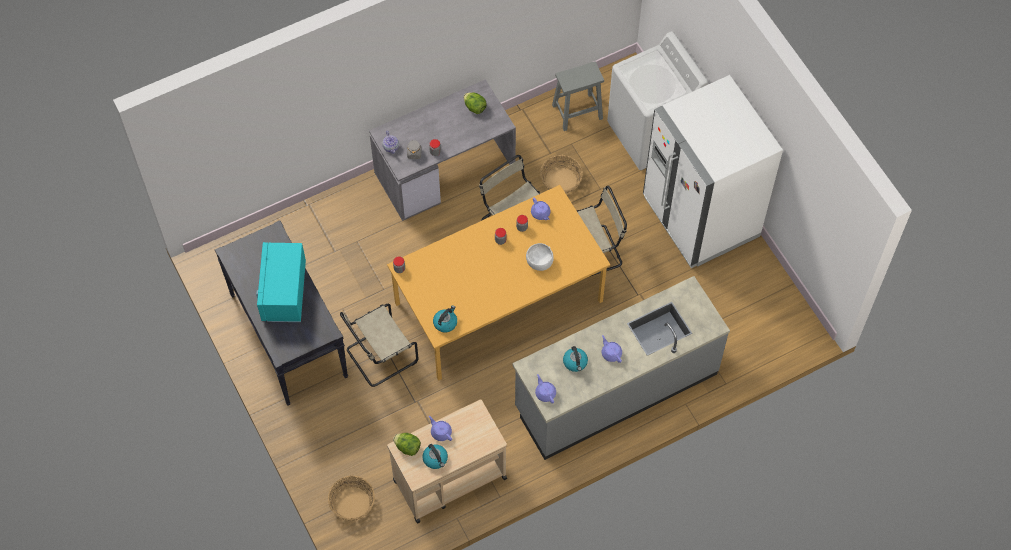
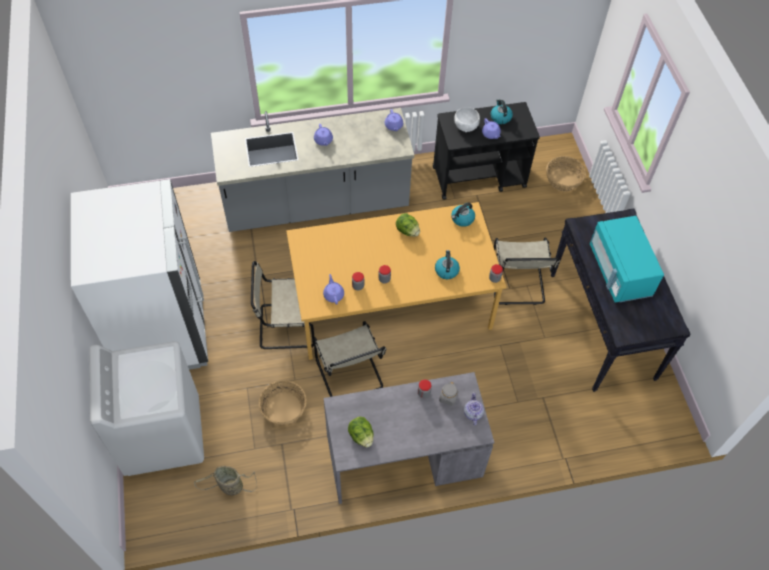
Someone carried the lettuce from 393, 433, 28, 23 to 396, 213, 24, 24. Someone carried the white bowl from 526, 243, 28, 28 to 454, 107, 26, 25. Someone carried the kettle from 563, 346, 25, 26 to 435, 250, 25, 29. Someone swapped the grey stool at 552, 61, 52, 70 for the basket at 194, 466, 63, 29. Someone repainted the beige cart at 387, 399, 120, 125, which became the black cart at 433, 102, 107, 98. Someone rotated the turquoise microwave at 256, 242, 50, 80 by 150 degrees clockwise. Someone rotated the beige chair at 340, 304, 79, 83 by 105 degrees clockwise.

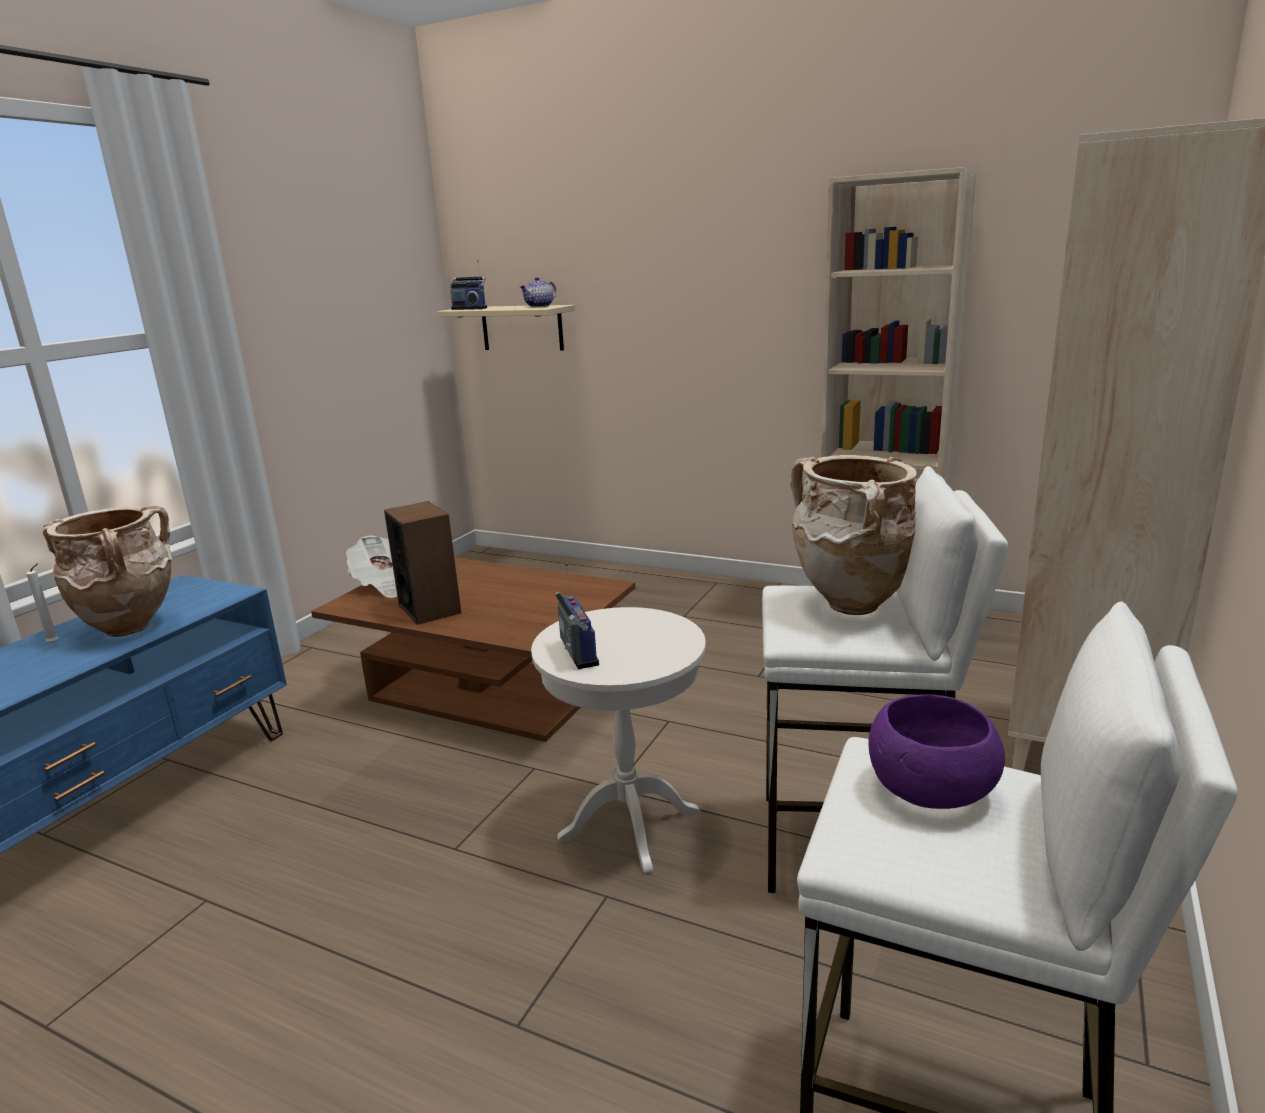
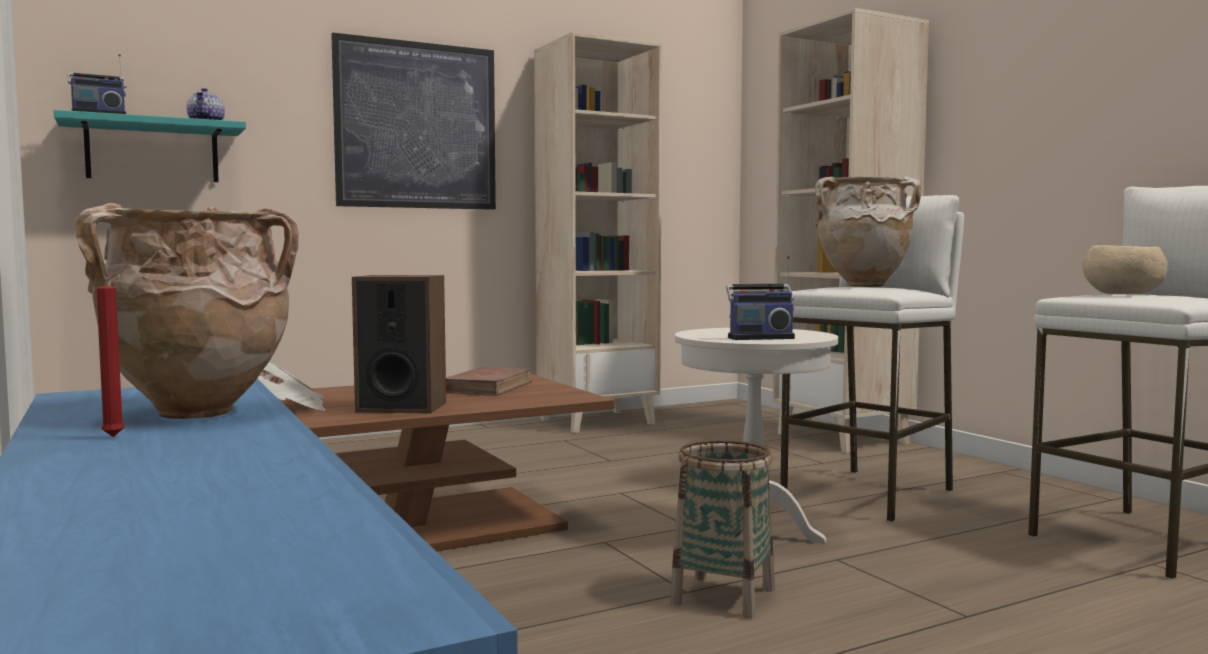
Someone put up the picture at 331, 32, 165, 178. Someone put down the brown book at 446, 367, 86, 29. Someone put down the basket at 670, 440, 105, 178. Someone repainted the white candle at 26, 563, 32, 81, which became the red candle at 96, 270, 29, 167. Someone repainted the beige shelf at 437, 305, 138, 45, which became the turquoise shelf at 54, 110, 192, 72. Someone repainted the purple bowl at 868, 694, 137, 115, which became the beige bowl at 1082, 245, 86, 49. Someone rotated the radio at 555, 563, 44, 106 by 150 degrees clockwise.

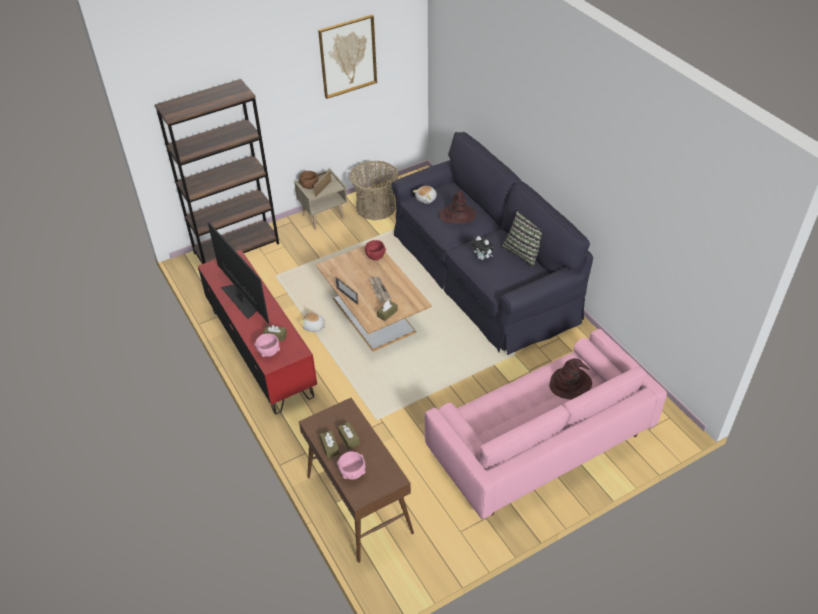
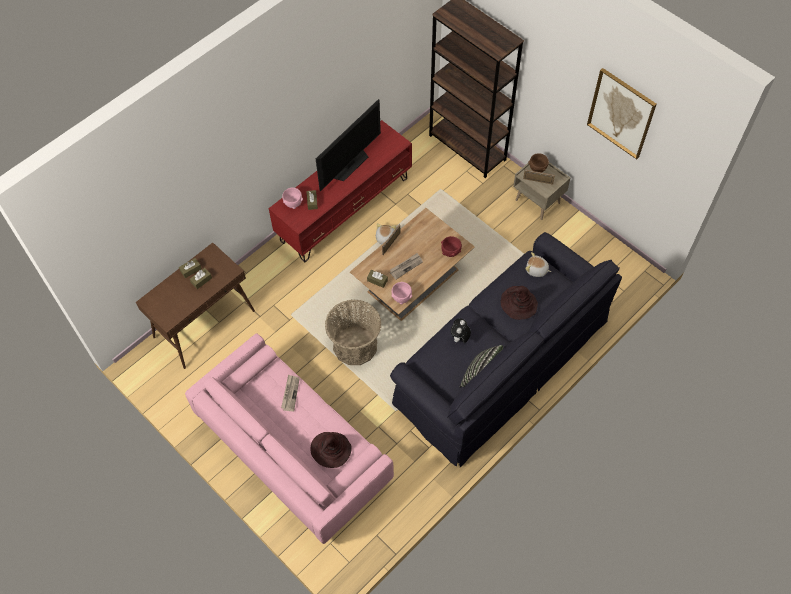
Someone put down the newspaper at 281, 375, 19, 36. Someone carried the pink bowl from 337, 451, 29, 29 to 391, 282, 21, 22. Someone carried the basket from 349, 161, 50, 59 to 325, 299, 57, 66.

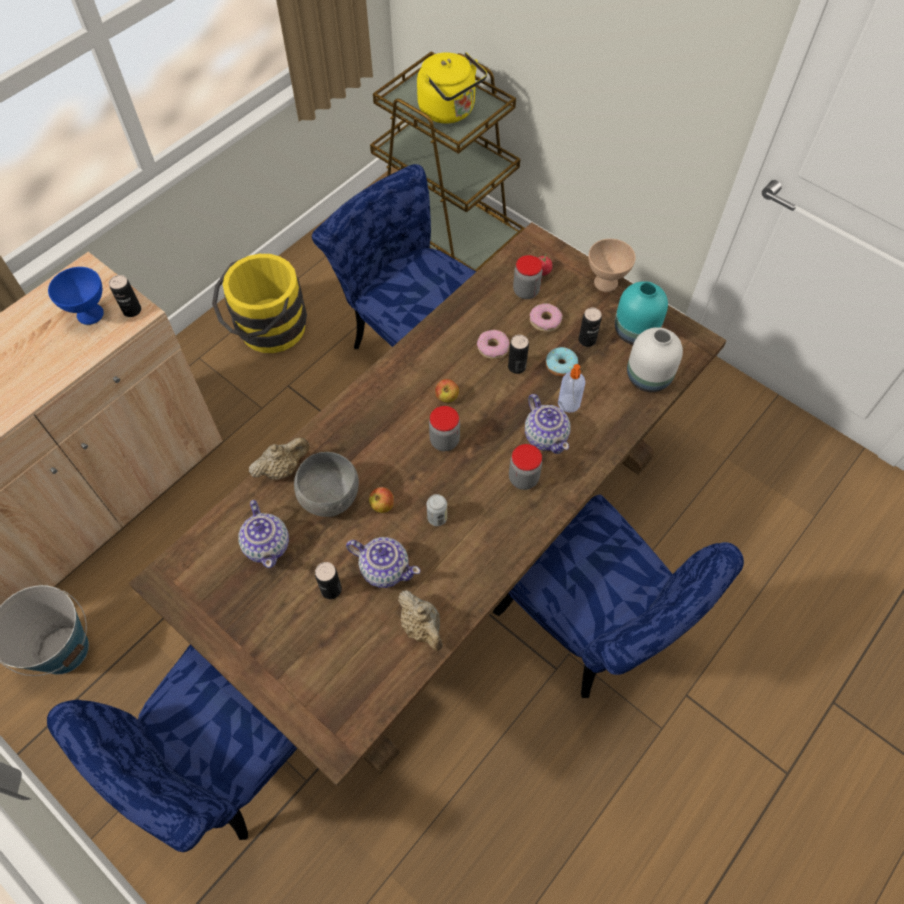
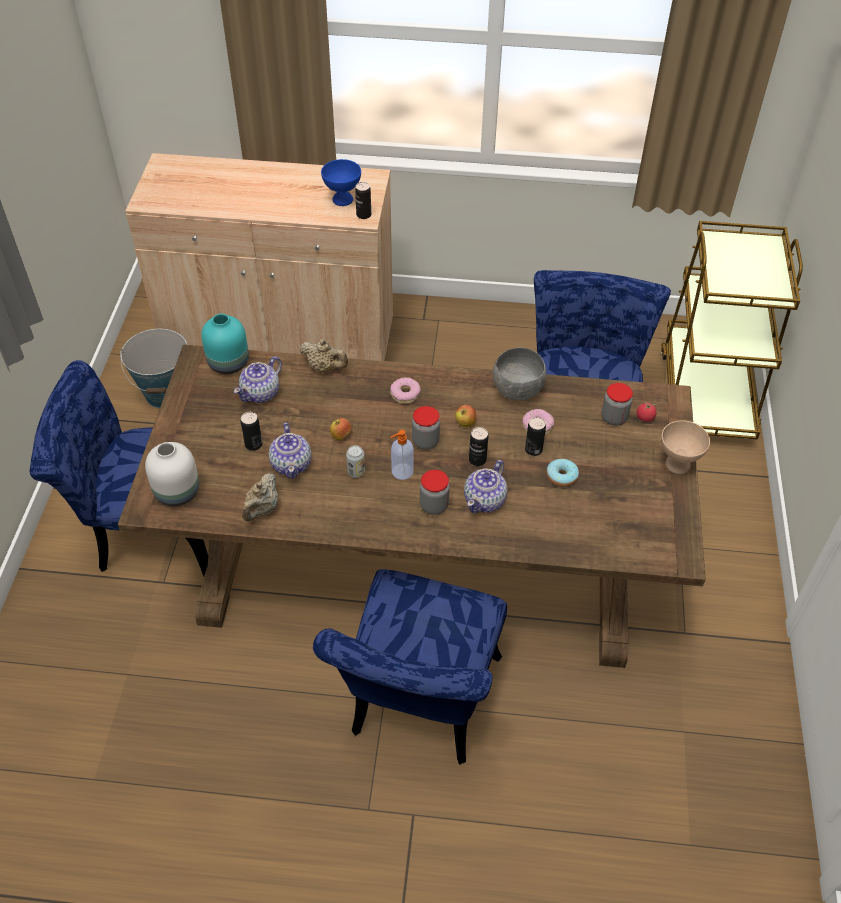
Someone took away the yellow bucket at 212, 254, 95, 99. Someone took away the yellow kettle at 417, 52, 70, 71. Someone carried the grey bowl from 294, 452, 65, 65 to 493, 348, 53, 52. Someone carried the donut from 530, 303, 33, 29 to 390, 377, 31, 27. Someone carried the soap dispenser from 558, 364, 27, 49 to 390, 430, 23, 50. Someone carried the can from 579, 308, 23, 39 to 469, 427, 19, 39. Someone carried the turquoise vase from 615, 281, 53, 64 to 201, 314, 48, 60. Someone carried the white vase from 627, 327, 56, 65 to 145, 442, 54, 64.

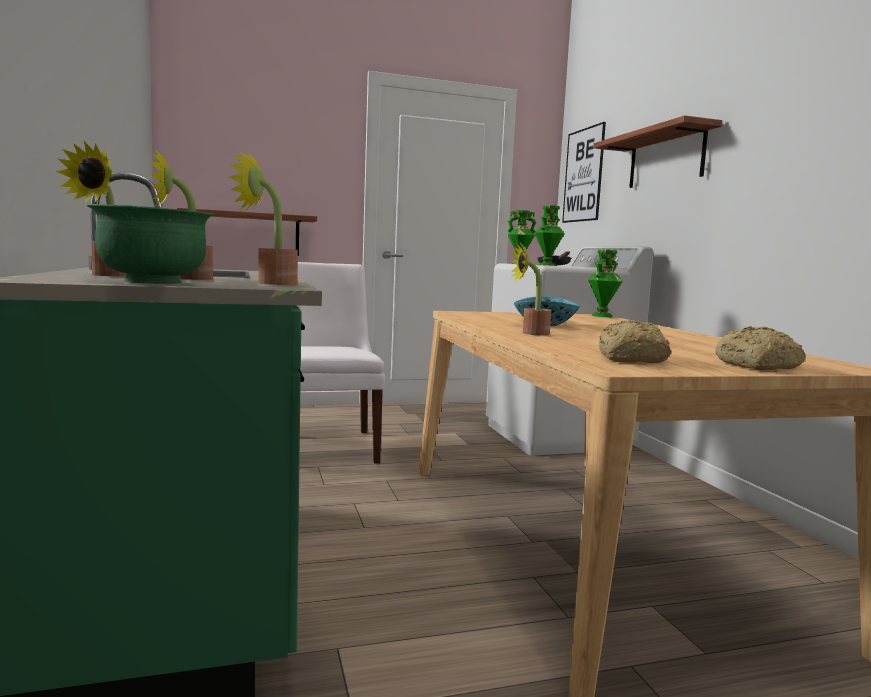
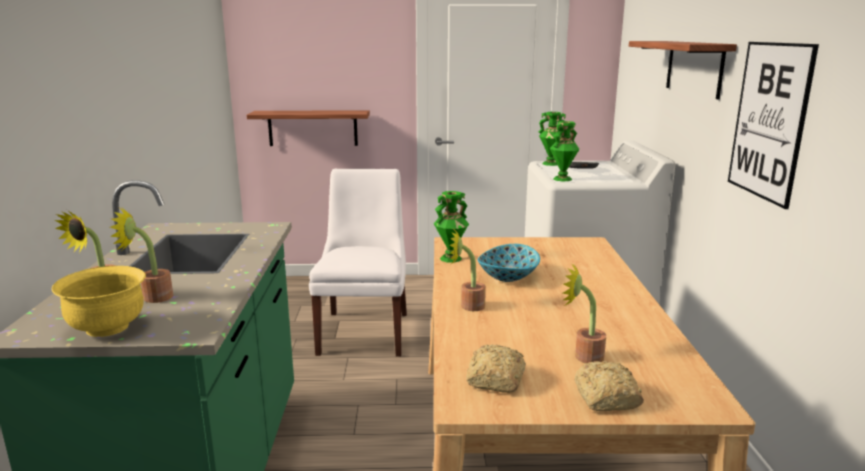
Someone carried the potted plant from 229, 151, 69, 134 to 563, 263, 43, 100. Someone carried the picture from 562, 122, 44, 101 to 728, 42, 91, 167. Someone carried the green vase from 588, 250, 35, 67 to 434, 191, 35, 72. Someone repainted the green bowl at 87, 204, 127, 80, which became the yellow bowl at 52, 266, 94, 71.

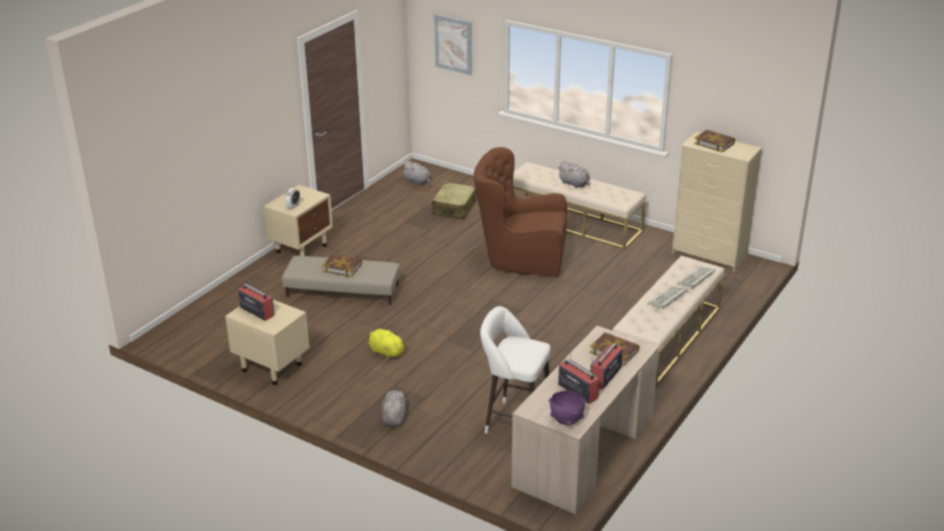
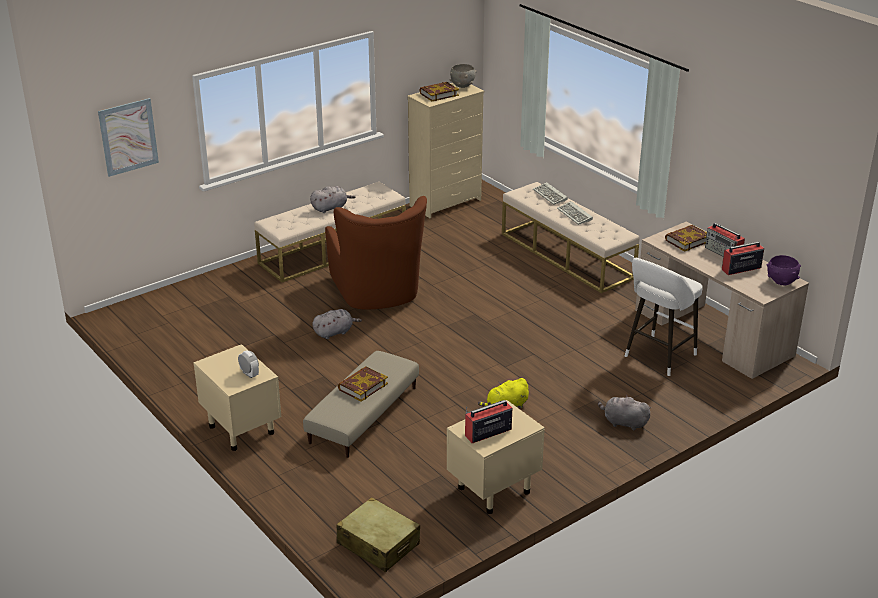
Someone put down the grey bowl at 449, 64, 28, 24. Someone carried the grey plush toy from 403, 160, 28, 25 to 313, 309, 49, 30. Someone carried the beige suitcase from 432, 182, 45, 38 to 336, 497, 84, 75. Someone rotated the brown armchair at 474, 147, 93, 130 by 45 degrees counterclockwise.

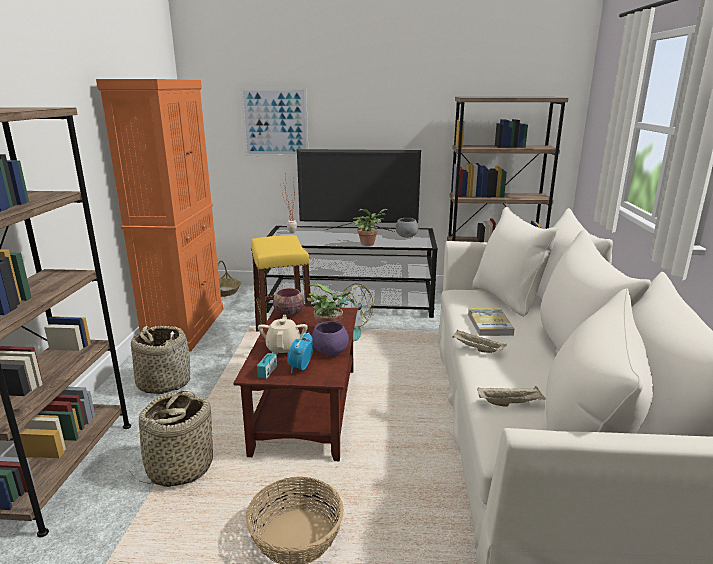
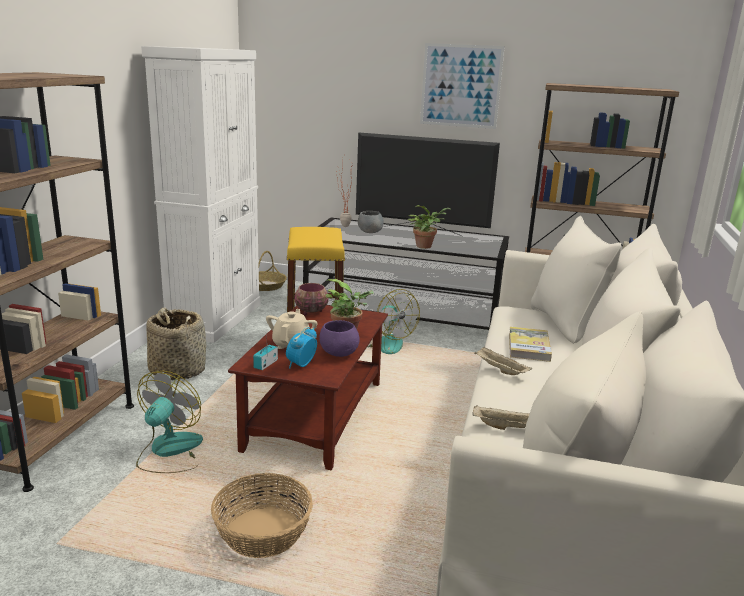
Someone carried the picture from 240, 88, 68, 68 to 420, 43, 85, 86. Someone carried the grey bowl from 396, 218, 23, 20 to 358, 211, 26, 22. Someone swapped the basket at 130, 390, 83, 97 for the fan at 136, 371, 67, 102. Someone repainted the orange cabinet at 96, 79, 127, 272, which became the white cabinet at 141, 46, 120, 297.

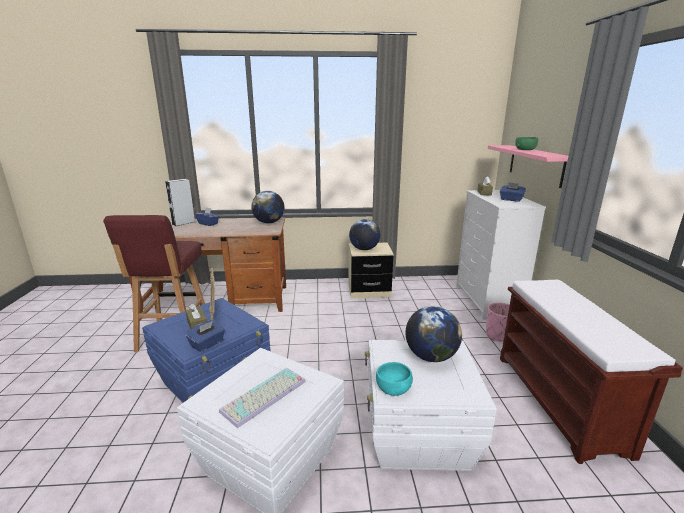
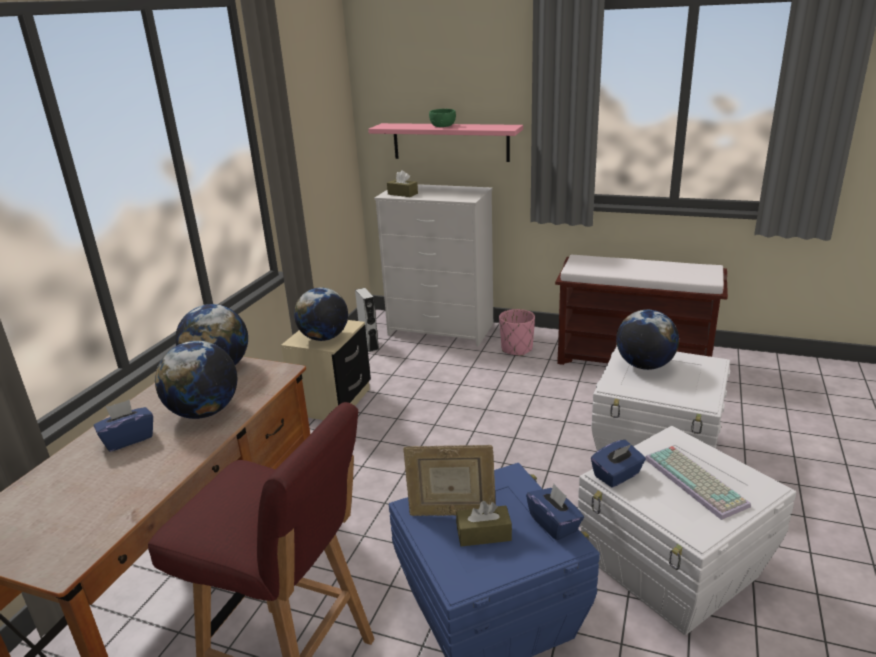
Someone took away the turquoise bowl at 376, 362, 37, 34. Someone put down the globe at 155, 341, 82, 78. Someone carried the grey speaker from 165, 179, 30, 47 to 355, 288, 24, 64. Someone carried the blue tissue box from 500, 182, 26, 20 to 591, 440, 55, 48.

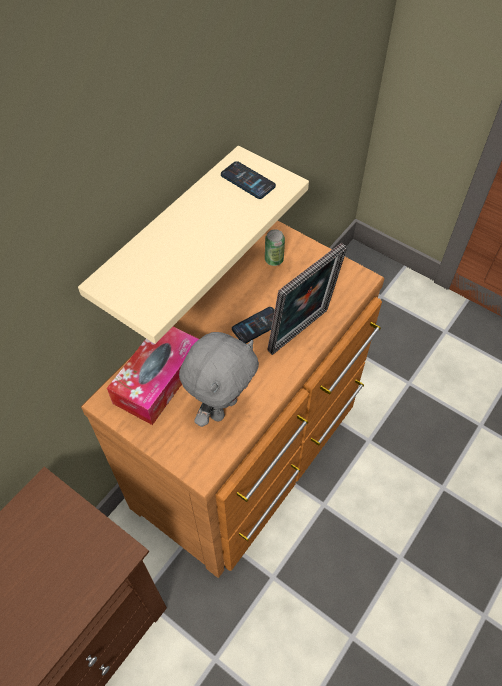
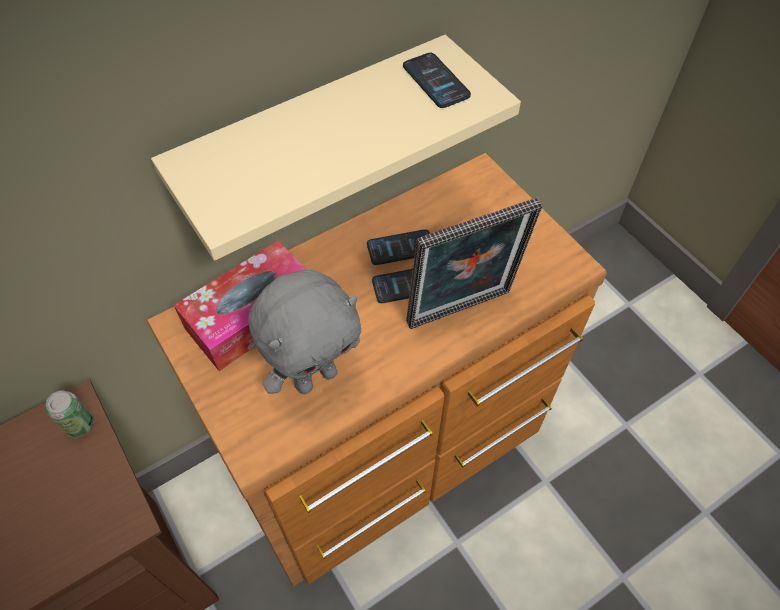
Someone put down the phone at 367, 229, 63, 36. Someone carried the can from 265, 229, 20, 37 to 46, 390, 48, 47.

